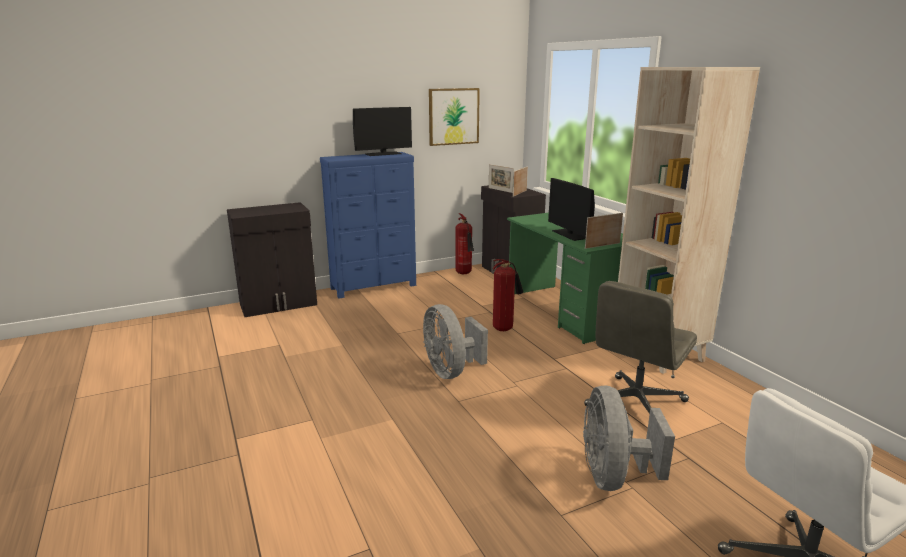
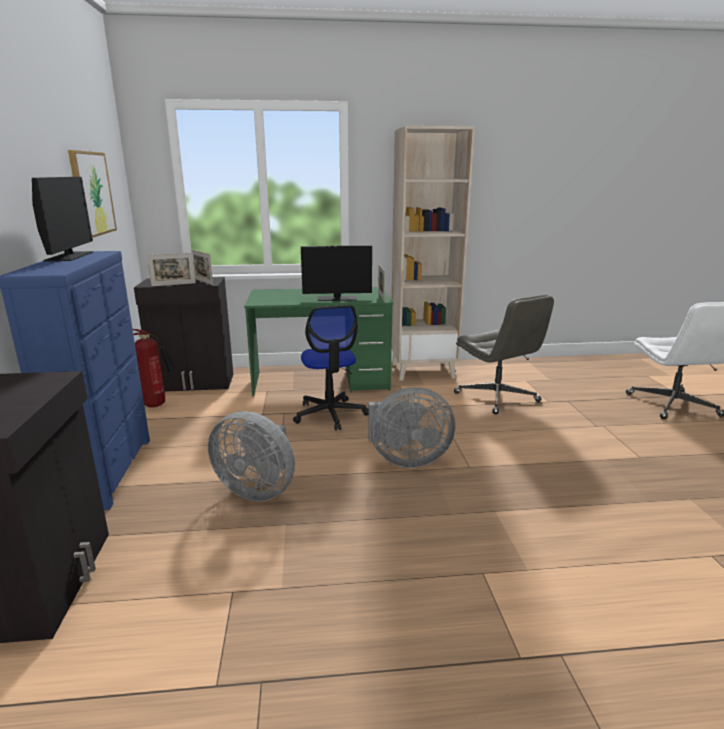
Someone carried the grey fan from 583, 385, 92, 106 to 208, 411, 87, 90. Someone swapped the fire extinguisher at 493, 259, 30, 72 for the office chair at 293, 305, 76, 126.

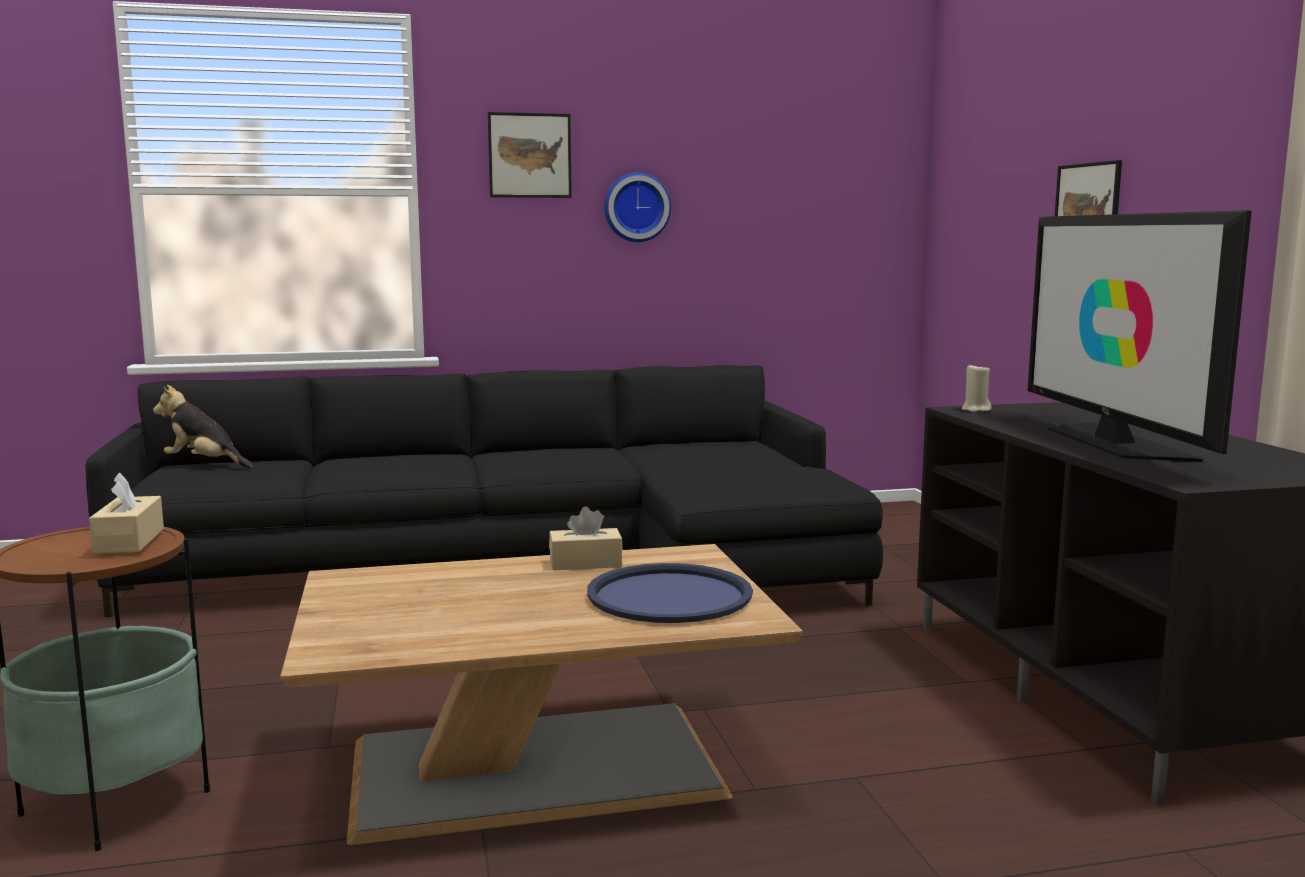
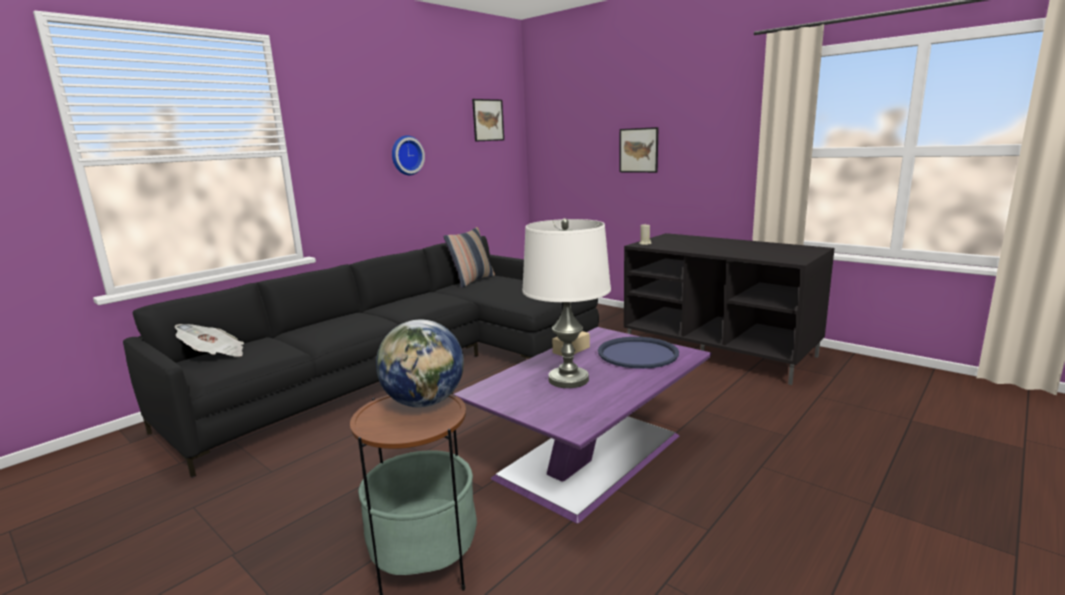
Someone took away the television at 1028, 210, 224, 252. Someone put down the pillow at 444, 227, 51, 61. Someone put down the white table lamp at 522, 218, 89, 170. Someone carried the picture from 488, 112, 84, 86 to 472, 99, 32, 43. Someone swapped the beige tissue box at 89, 473, 75, 80 for the globe at 376, 320, 88, 87. Someone swapped the plush toy at 153, 385, 100, 83 for the newspaper at 175, 324, 69, 33. Someone repainted the brown coffee table at 280, 544, 523, 301, which became the purple coffee table at 454, 327, 258, 196.

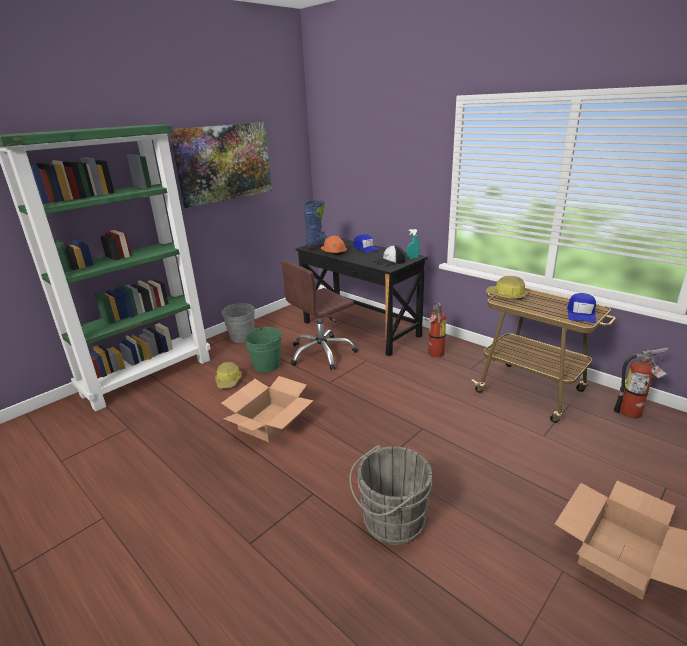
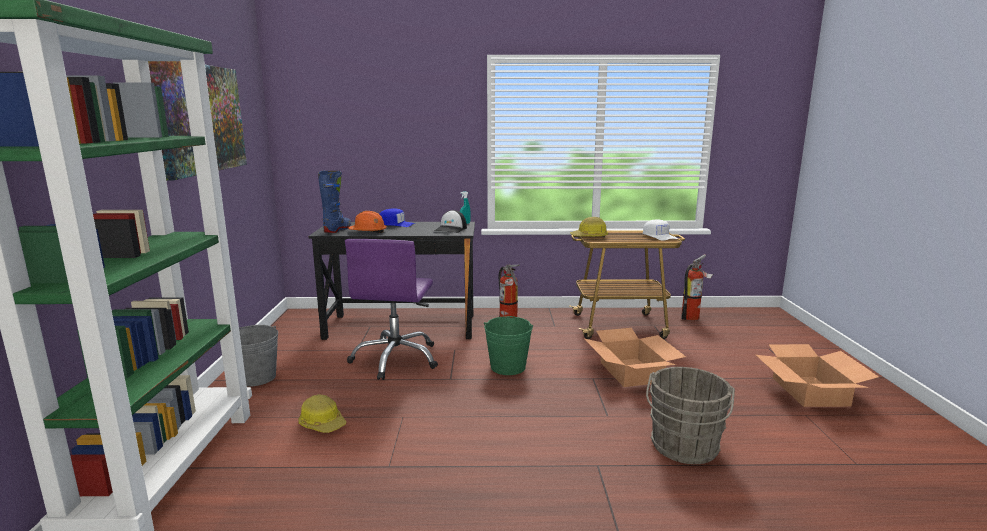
Someone carried the cardboard box from 222, 376, 92, 66 to 585, 328, 101, 59. Someone carried the green bucket from 245, 327, 37, 46 to 484, 316, 49, 59. Someone repainted the brown office chair at 281, 260, 77, 110, which became the purple office chair at 345, 239, 93, 141. Someone repainted the blue cap at 567, 293, 29, 30, which became the white cap at 643, 219, 35, 22.

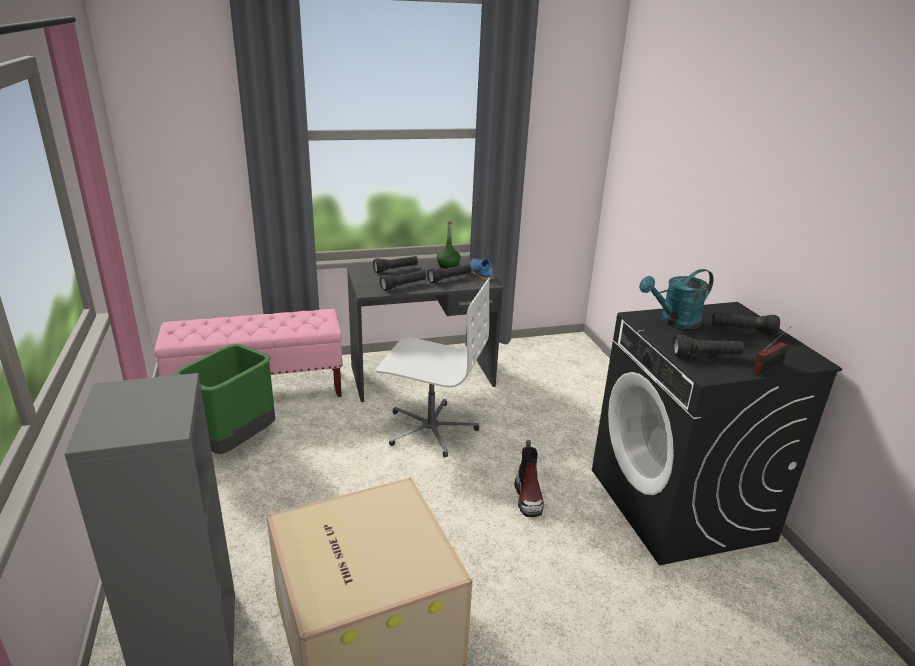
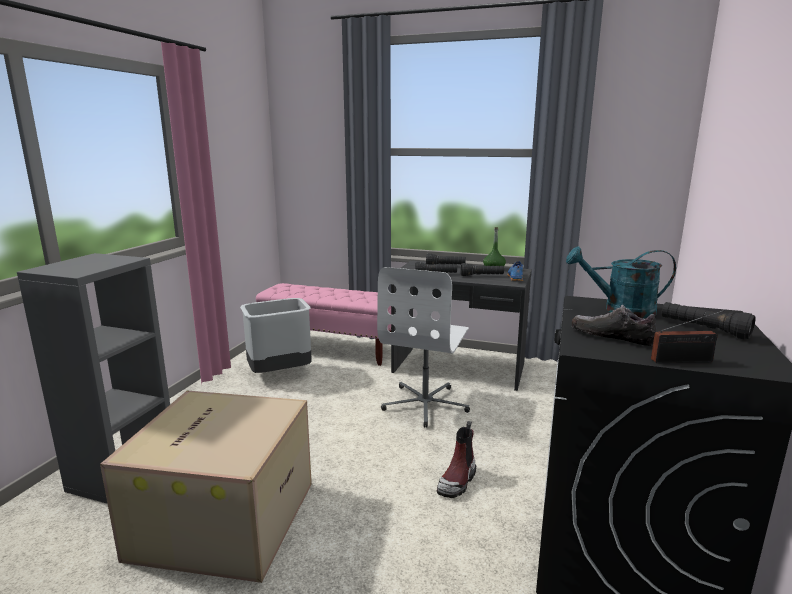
Someone swapped the black flashlight at 672, 335, 72, 21 for the shoe at 572, 305, 84, 41. Someone repainted the green trash can at 173, 344, 102, 110, which became the grey trash can at 240, 298, 72, 75. Someone rotated the white office chair at 376, 278, 114, 179 by 60 degrees clockwise.

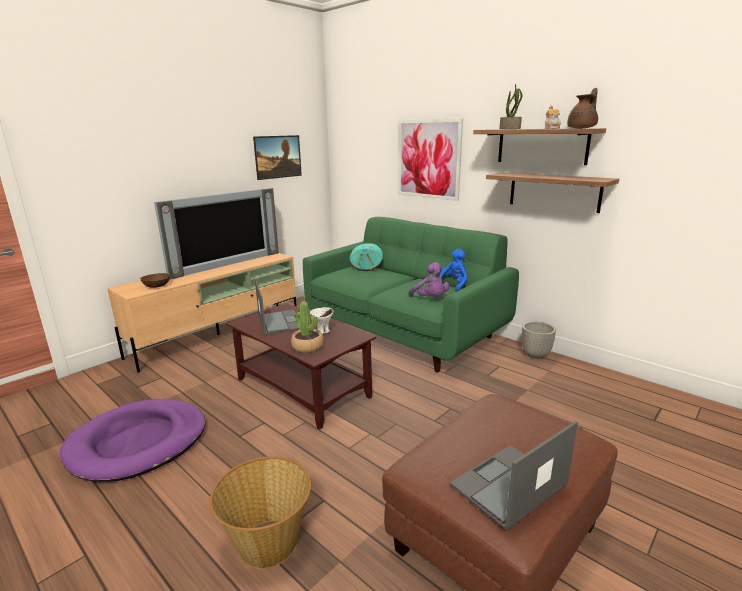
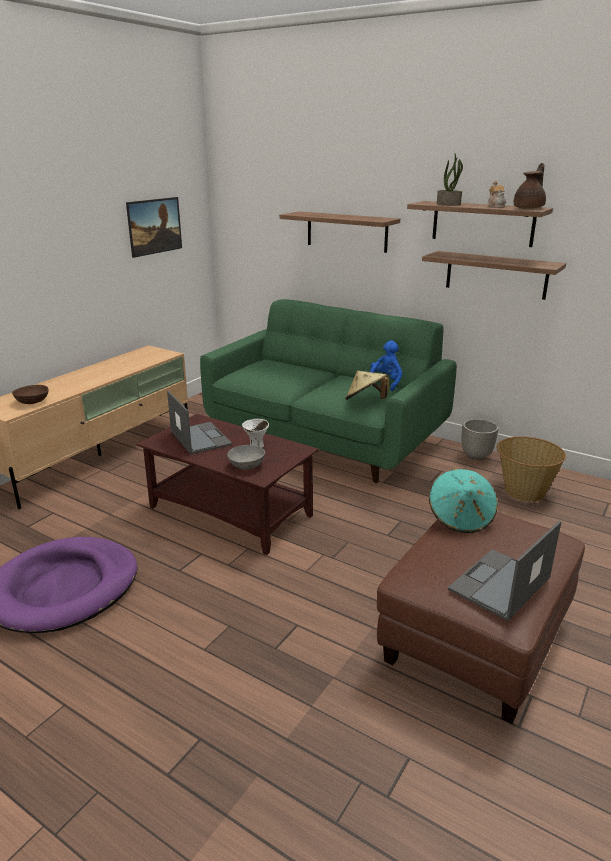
Someone took away the television at 154, 188, 125, 92. Someone carried the basket from 209, 456, 102, 113 to 497, 436, 69, 66. Someone carried the turquoise hat from 349, 243, 34, 28 to 429, 469, 69, 64. Someone swapped the potted plant at 291, 301, 33, 52 for the grey bowl at 227, 445, 38, 25. Someone swapped the picture at 398, 118, 65, 83 for the shelf at 279, 211, 121, 42. Someone swapped the purple plush toy at 409, 262, 40, 35 for the beige hat at 345, 371, 44, 29.

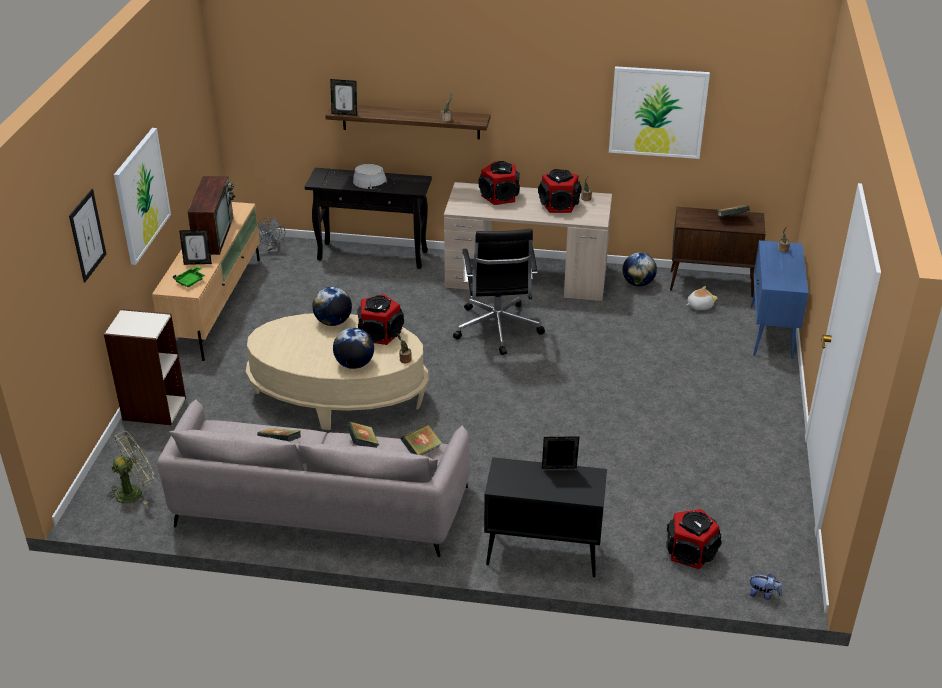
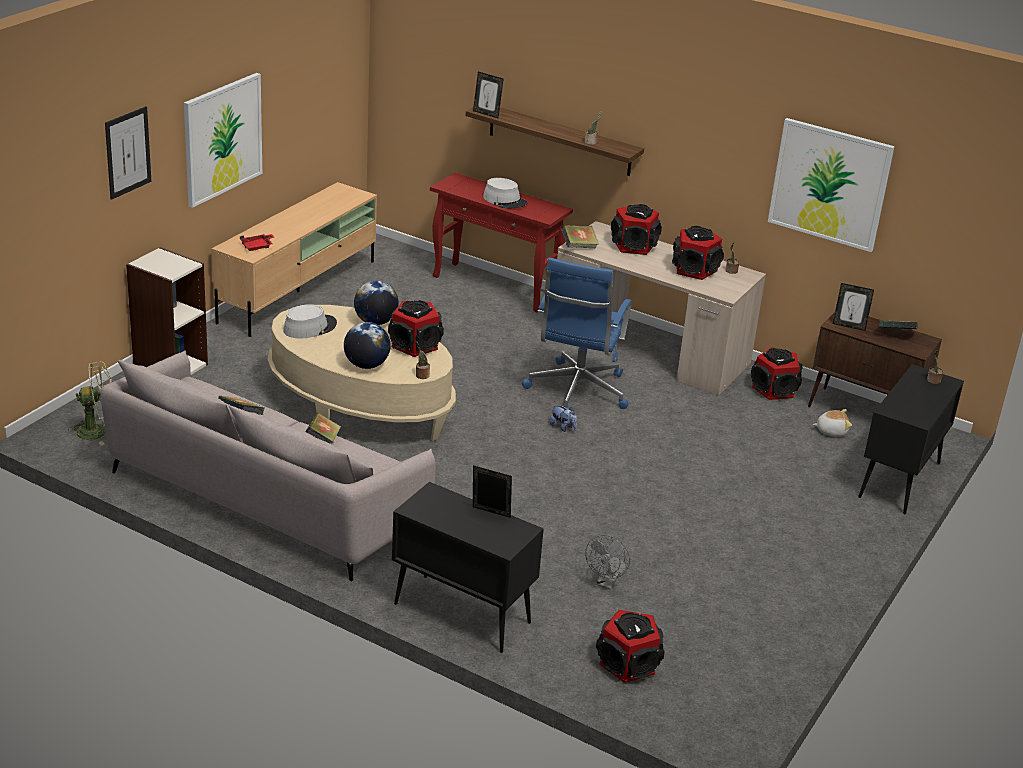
Someone took away the television at 187, 176, 49, 79. Someone put down the grey hat at 283, 304, 54, 35. Someone carried the picture frame from 179, 230, 33, 35 to 833, 283, 41, 48. Someone carried the grey fan from 258, 217, 27, 36 to 585, 535, 45, 54. Someone carried the book from 401, 424, 41, 31 to 561, 225, 38, 23. Someone carried the plush toy from 749, 574, 33, 26 to 550, 405, 27, 27. Someone swapped the globe at 623, 252, 34, 35 for the speaker at 751, 347, 52, 53. Someone repainted the green tray at 173, 266, 33, 21, which became the red tray at 240, 234, 35, 17. Someone repainted the black console table at 305, 168, 127, 101, which became the red console table at 430, 173, 143, 139. Someone repainted the black office chair at 453, 229, 92, 126, which became the blue office chair at 522, 258, 110, 151. Someone repainted the blue cabinet at 751, 240, 57, 119, which became the black cabinet at 858, 364, 106, 150.

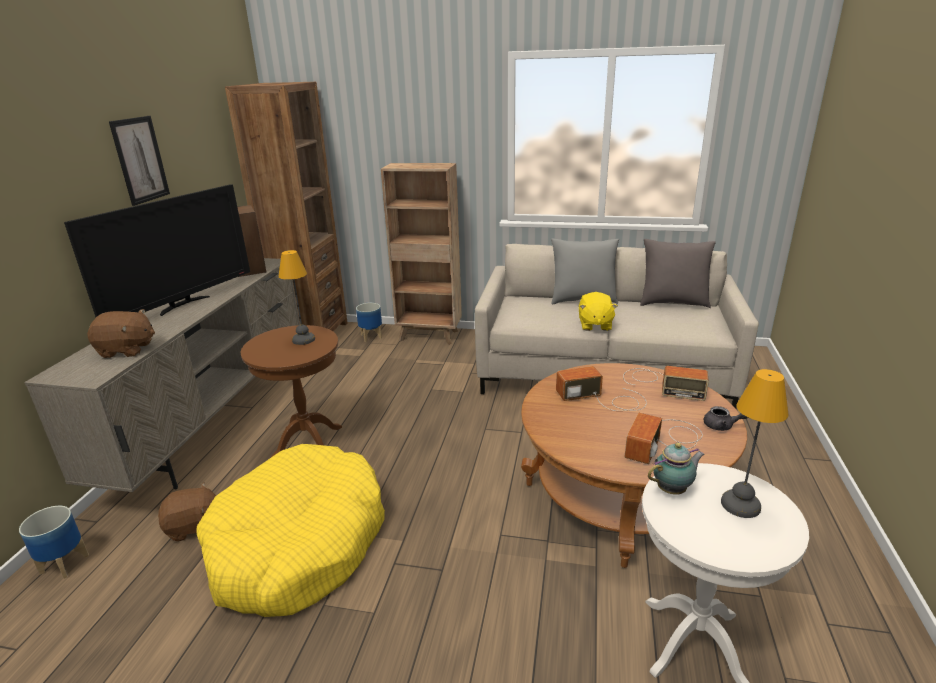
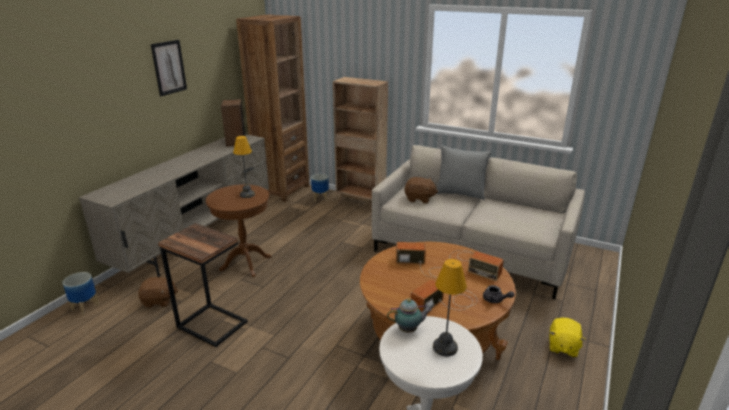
Someone took away the television at 64, 184, 186, 133. Someone took away the grey pillow at 640, 239, 76, 69. Someone carried the brown plush toy from 87, 309, 68, 49 to 404, 177, 34, 27. Someone carried the yellow plush toy from 579, 292, 39, 39 to 549, 318, 37, 39. Someone swapped the yellow dog bed at 197, 444, 188, 173 for the side table at 158, 223, 90, 124.

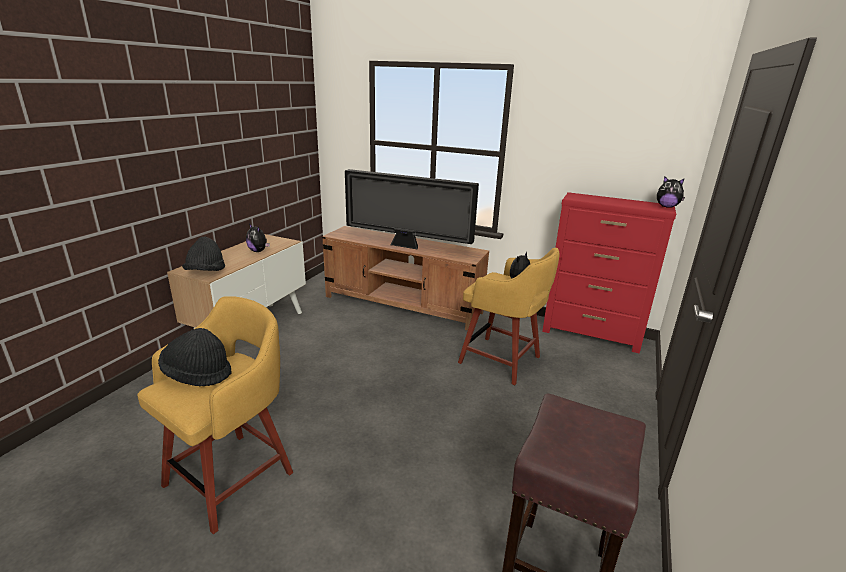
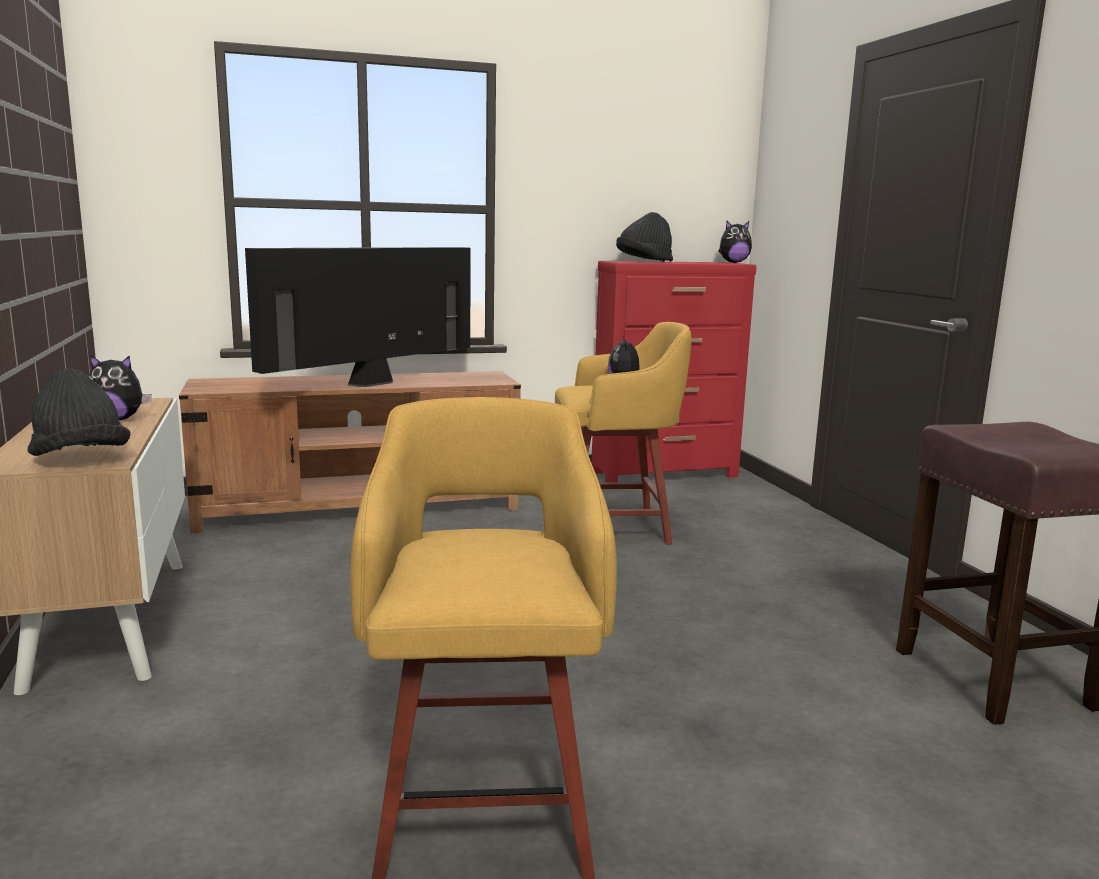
Someone carried the black hat from 158, 328, 74, 58 to 616, 212, 57, 50. Someone rotated the television at 345, 169, 134, 81 by 150 degrees clockwise.

